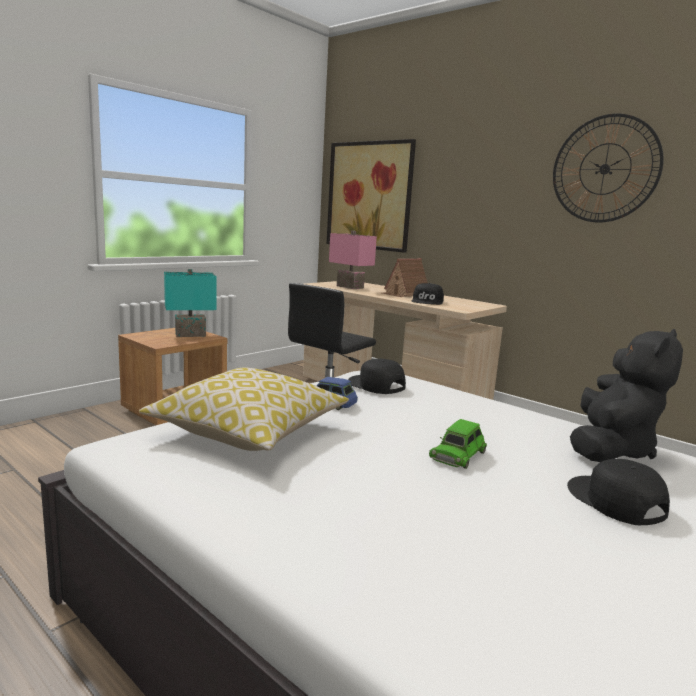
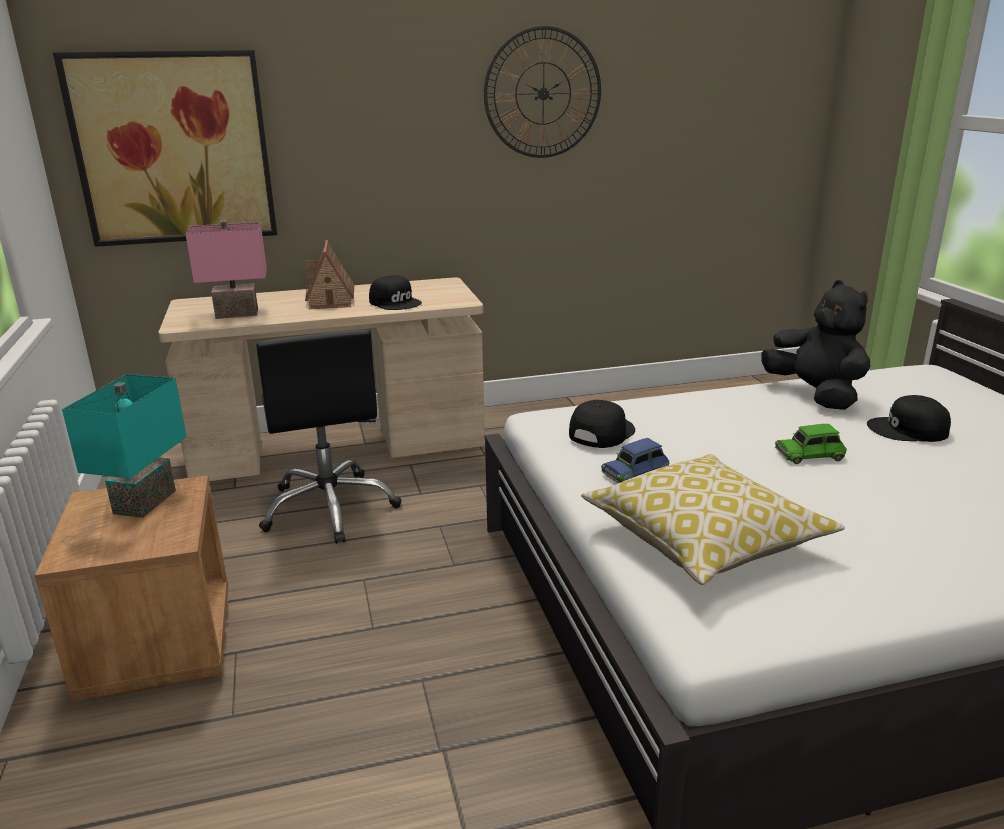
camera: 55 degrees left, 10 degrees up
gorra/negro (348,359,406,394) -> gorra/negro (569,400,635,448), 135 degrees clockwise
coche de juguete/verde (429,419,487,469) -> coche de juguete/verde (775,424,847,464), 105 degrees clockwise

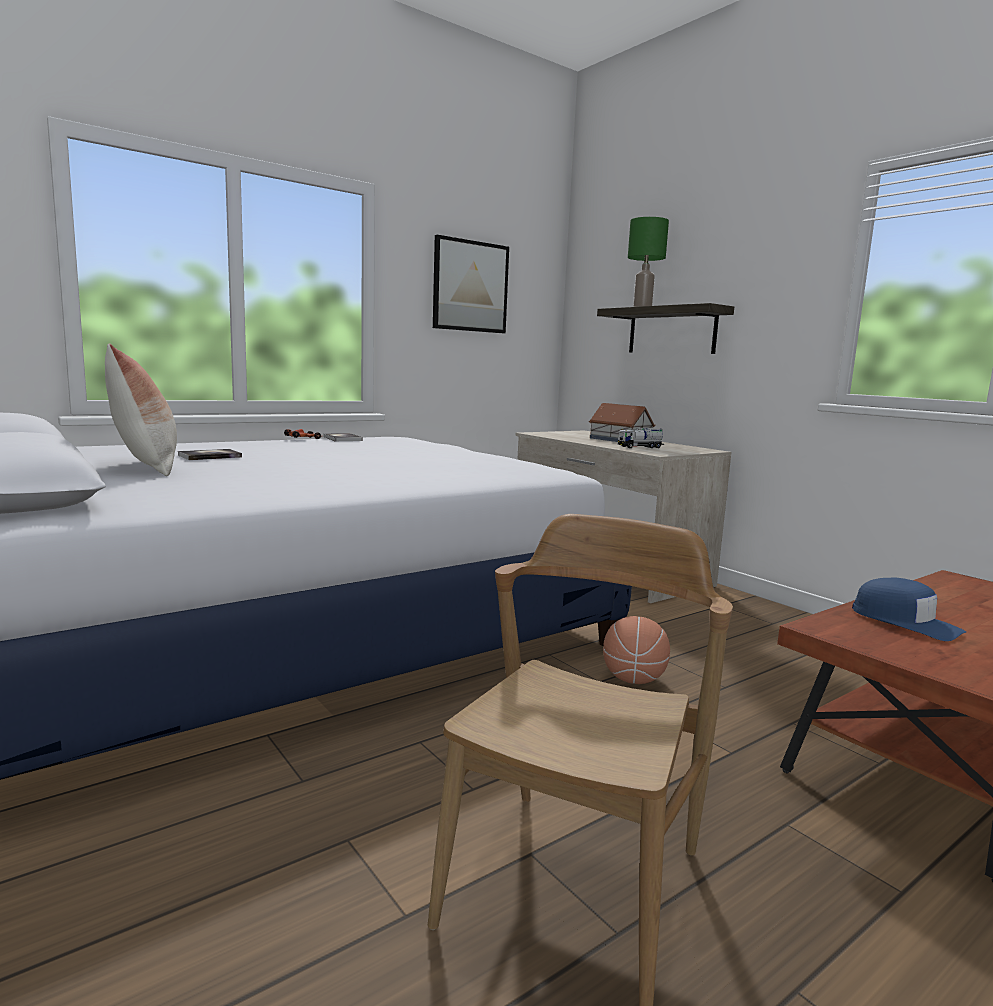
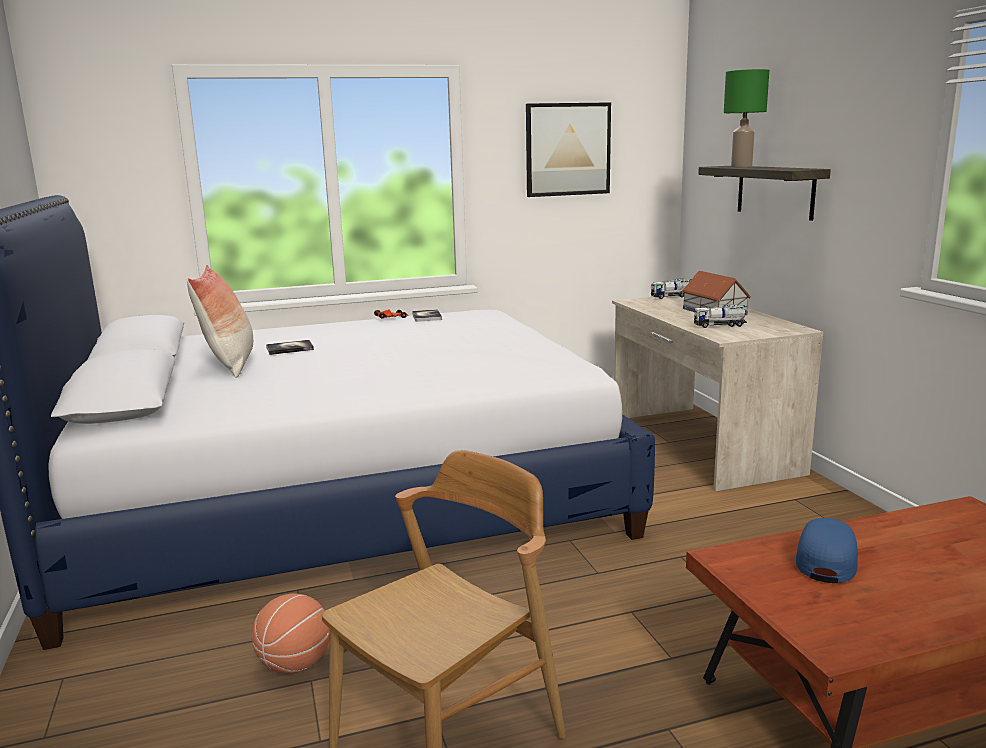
camera: 20 degrees right, 5 degrees up
none -> camión de juguete (651,278,691,299)
balón de baloncesto (603,616,670,684) -> balón de baloncesto (252,593,330,674), moved
gorra/azul (852,578,966,641) -> gorra/azul (796,518,858,583), 135 degrees counterclockwise

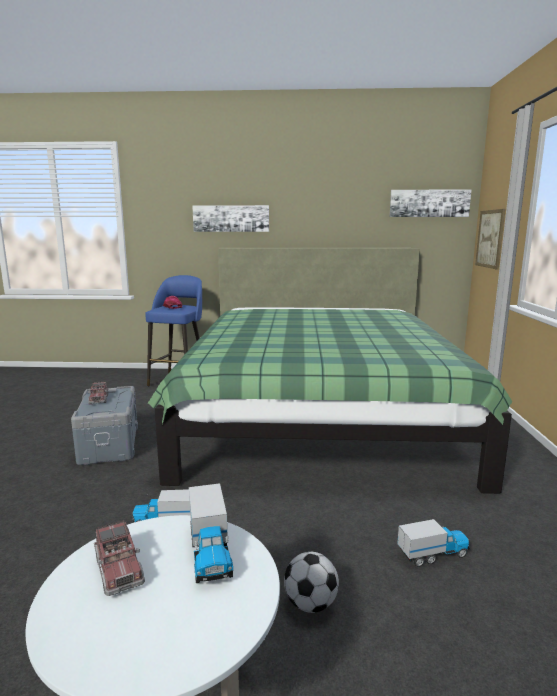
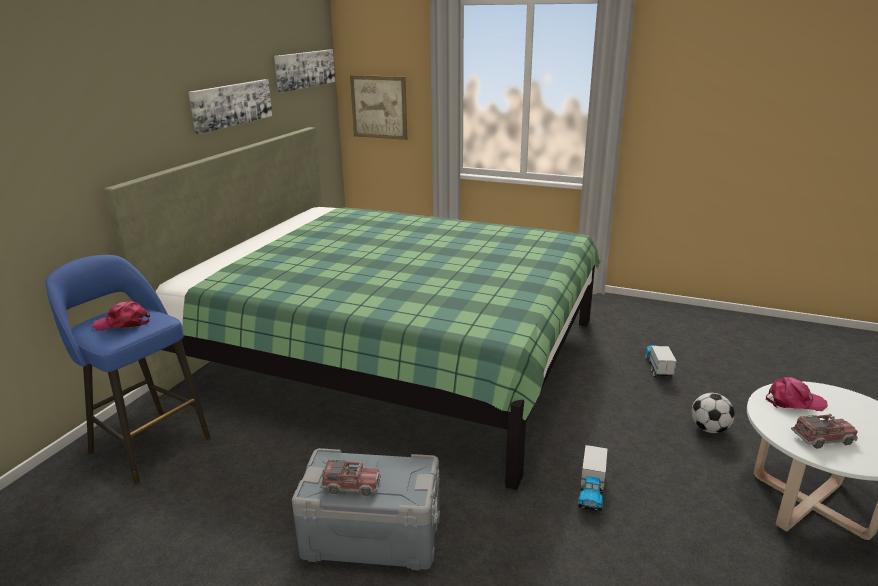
camera: 70 degrees left, 10 degrees up
cuadro (192,205,269,232) -> cuadro (189,79,272,134), moved
camión de juguete (189,483,233,583) -> gorra/rosa (766,377,828,411)

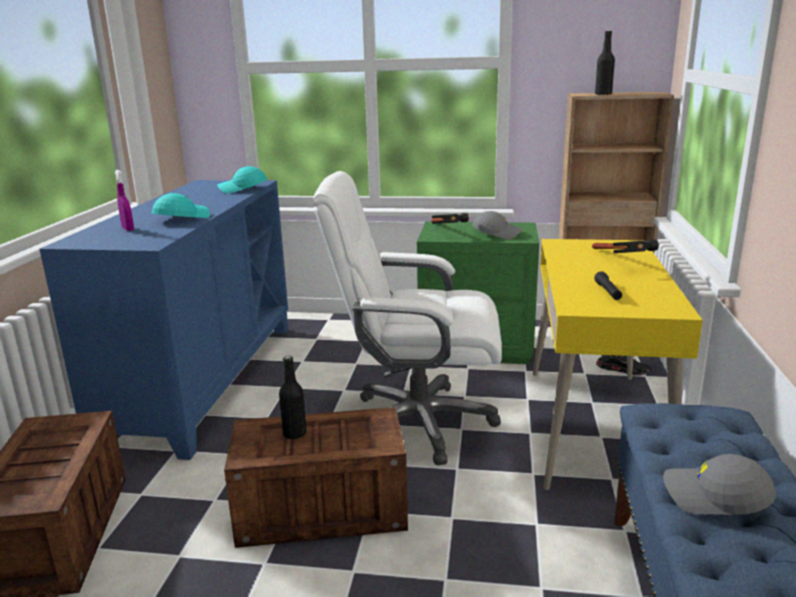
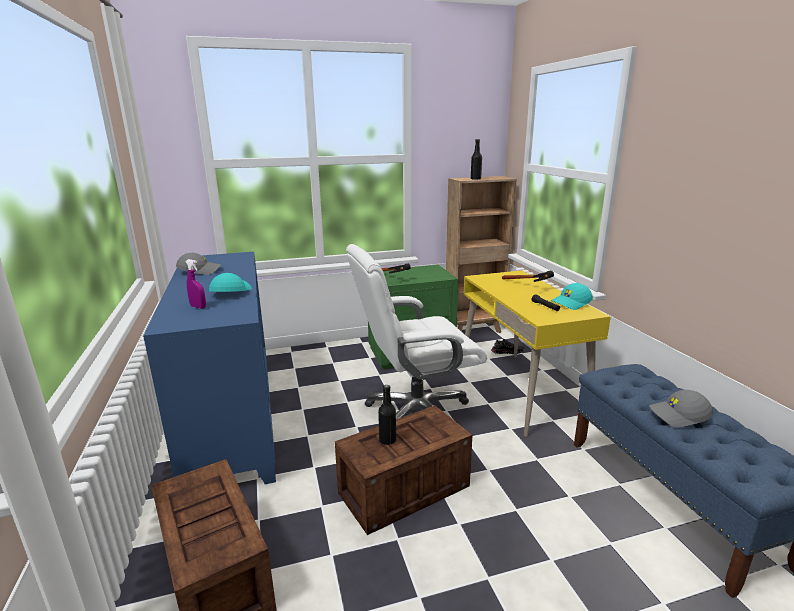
camera: 25 degrees left, 0 degrees up
gorra/turquesa (217,166,267,194) -> gorra/turquesa (551,283,593,310), moved
gorra/gris (472,211,523,239) -> gorra/gris (176,253,221,275), moved

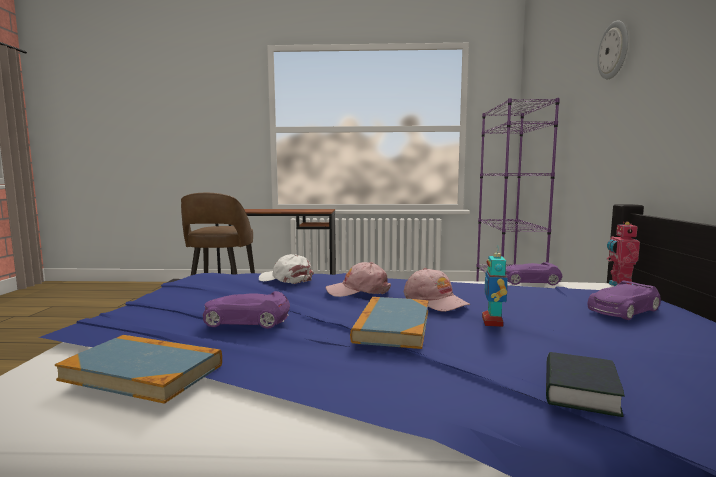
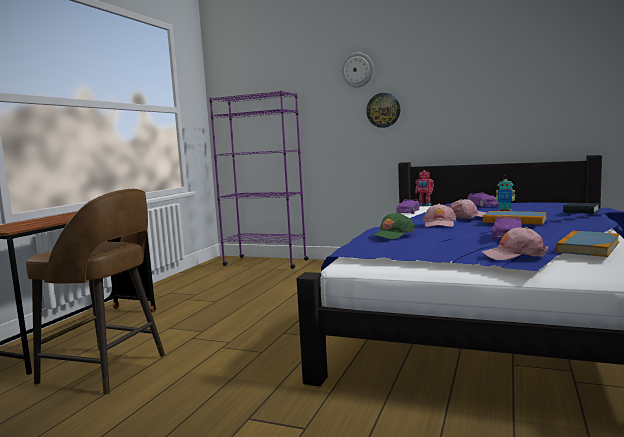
camera: 70 degrees left, 0 degrees up
none -> reloj de pared (366,93,401,128)
none -> gorra/rosa (481,227,548,260)
gorra/blanco (259,254,314,284) -> gorra/verde (372,212,415,239)

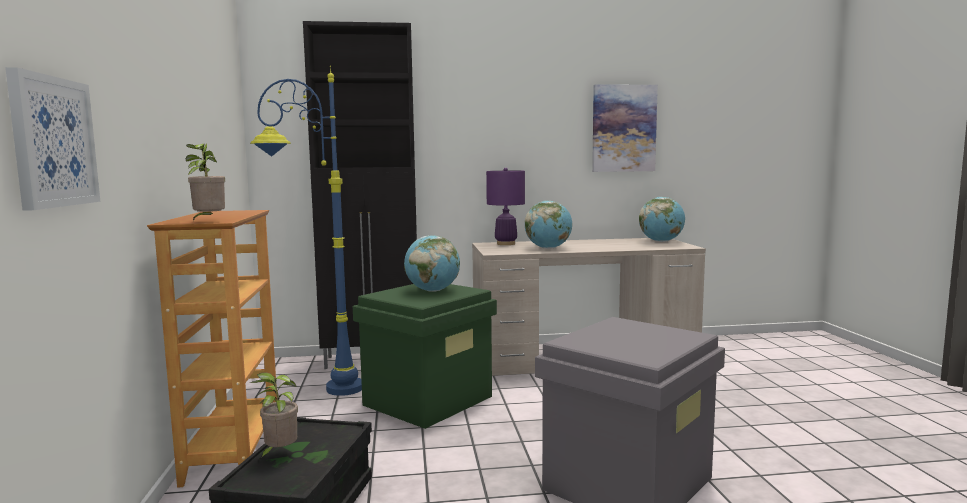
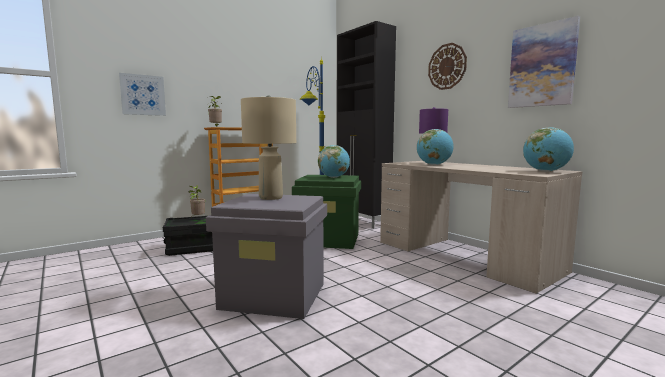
camera: 60 degrees right, 0 degrees up
none -> lámpara de mesa/beis (241,95,296,200)
none -> reloj de pared (428,43,467,90)

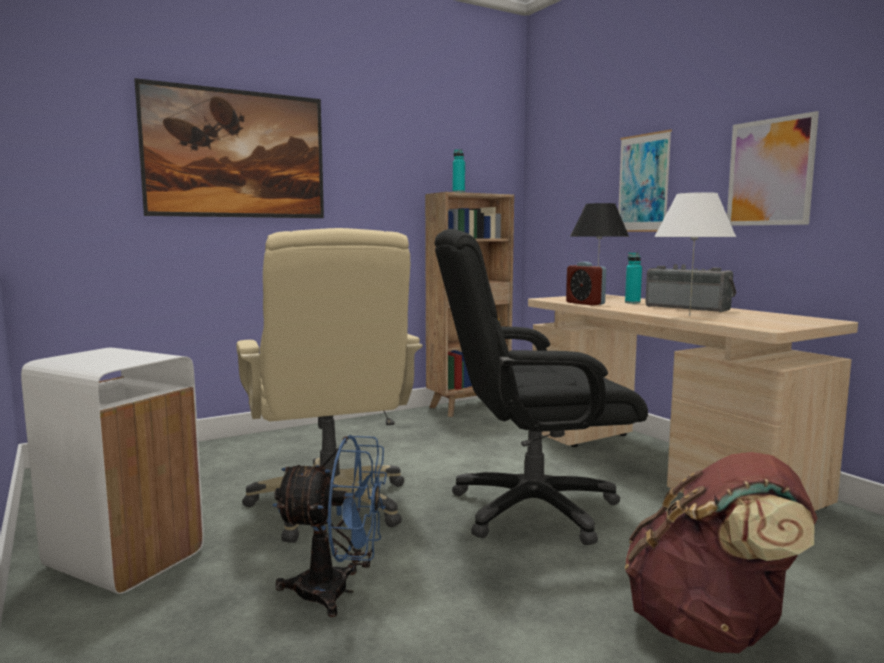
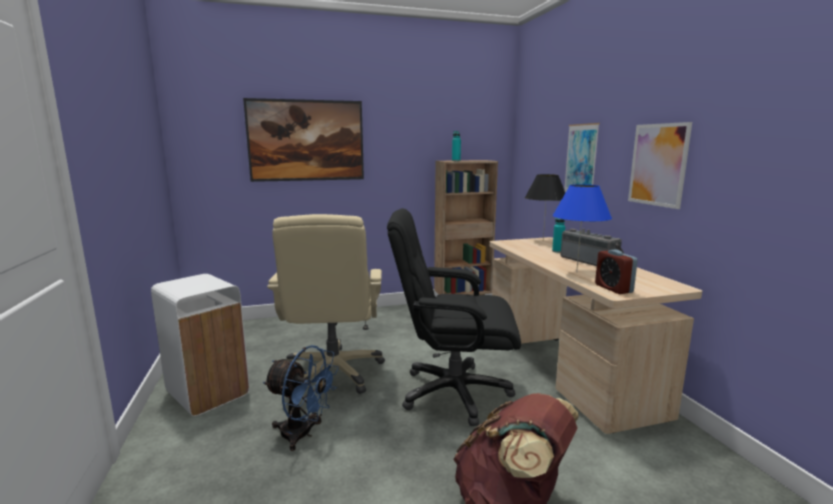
camera: 15 degrees right, 5 degrees up
despertador (566,262,606,305) -> despertador (595,250,638,294), moved
lámpara de mesa/blanco (654,192,736,316) -> lámpara de mesa/azul (553,184,612,273)

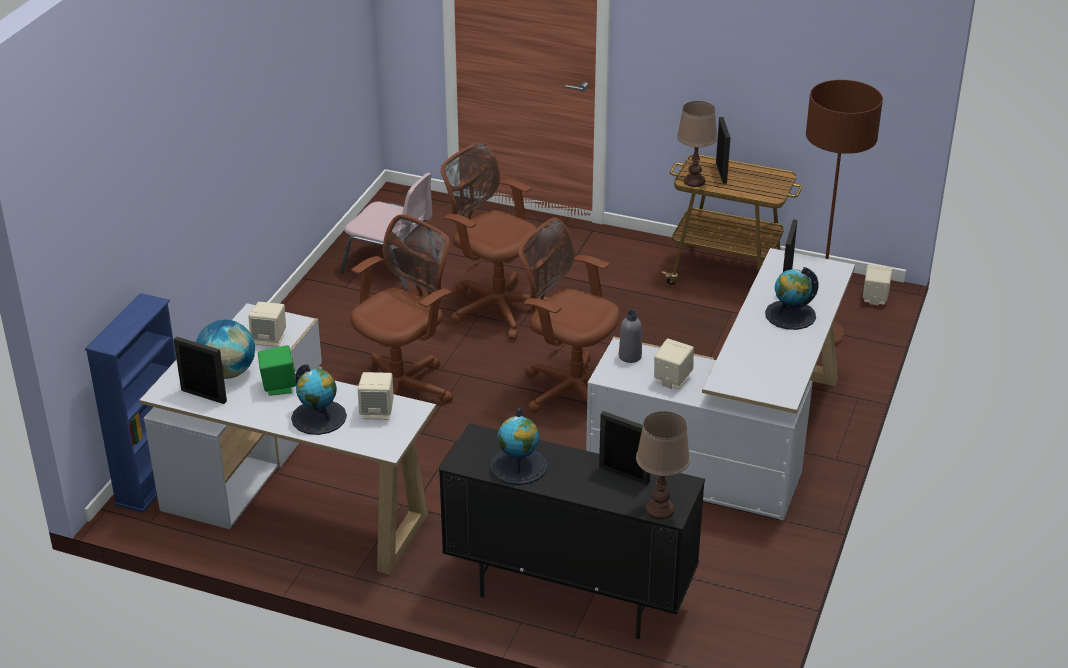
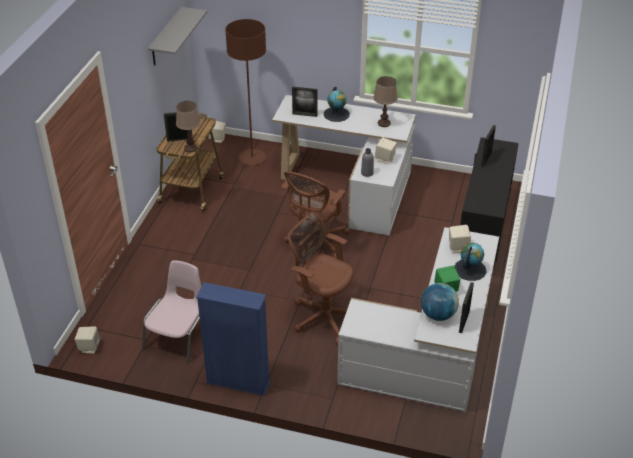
camera: 95 degrees left, 5 degrees up
silla de oficina/marrón (441,141,550,340) -> none
globo terráqueo (490,408,548,485) -> none
none -> estante/gris (148,7,207,66)
estantería/azul (85,293,176,513) -> estantería/azul (196,282,271,396), moved
altavoz/beis (248,302,286,347) -> altavoz/beis (75,327,100,354), moved
lámpara de mesa/marrón (636,411,690,520) -> lámpara de mesa/marrón (374,76,398,127), moved

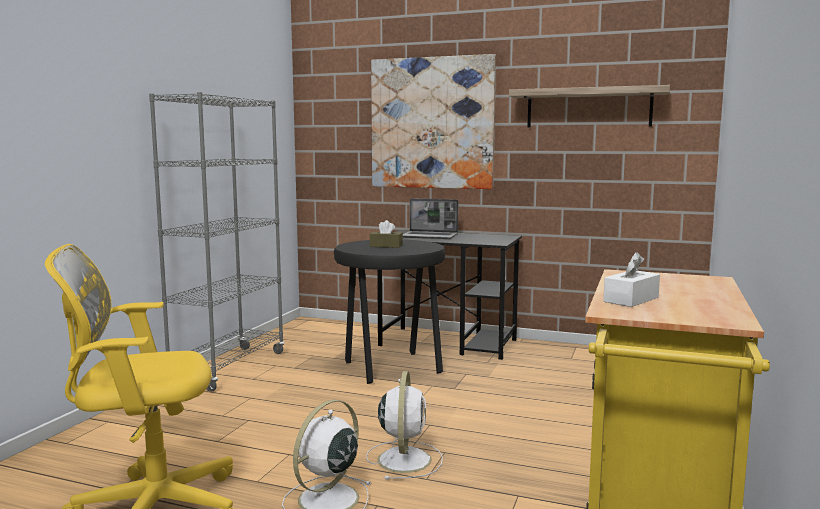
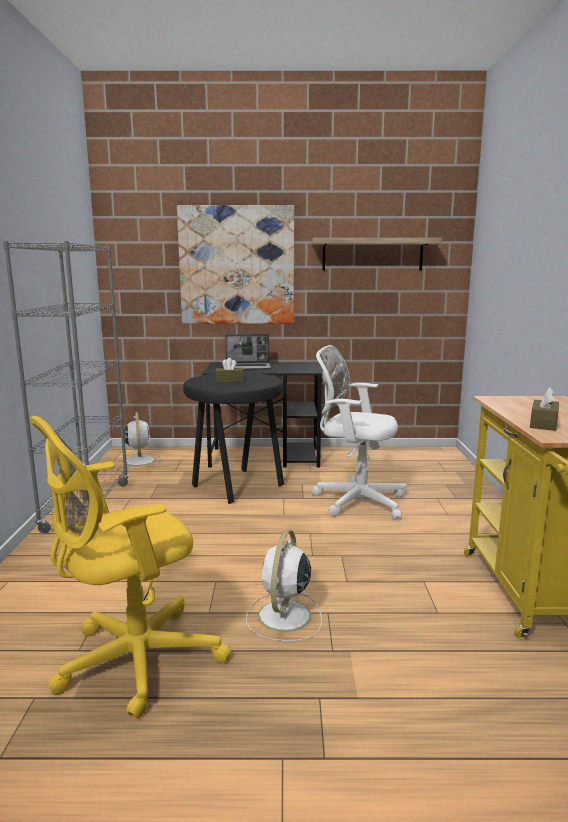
camera: 20 degrees left, 5 degrees up
none -> silla de oficina/blanco (311,345,407,520)
ventilador/blanco (366,371,443,480) -> ventilador/blanco (117,412,161,469), moved
caja de pañuelos/blanco (603,252,660,307) -> caja de pañuelos/marrón (530,388,559,431)

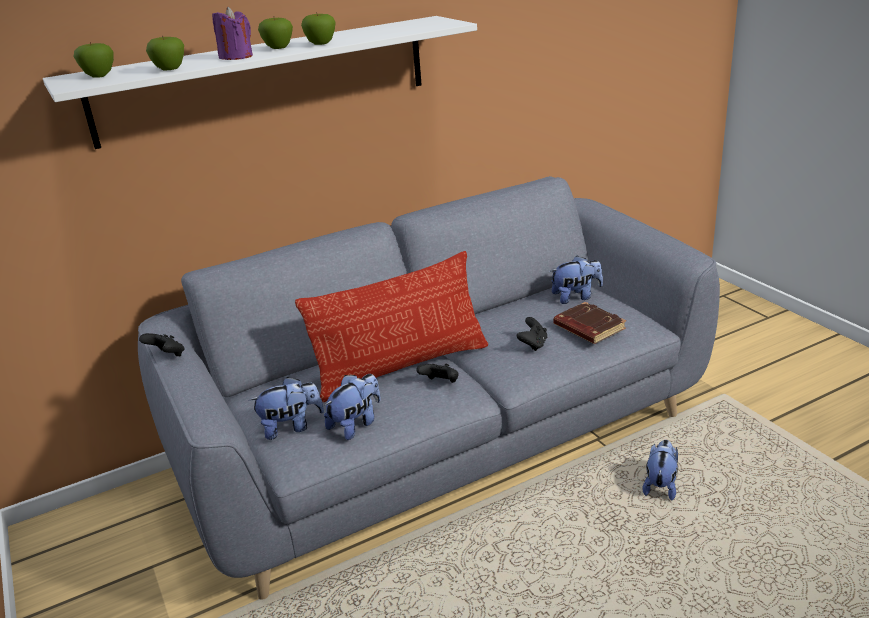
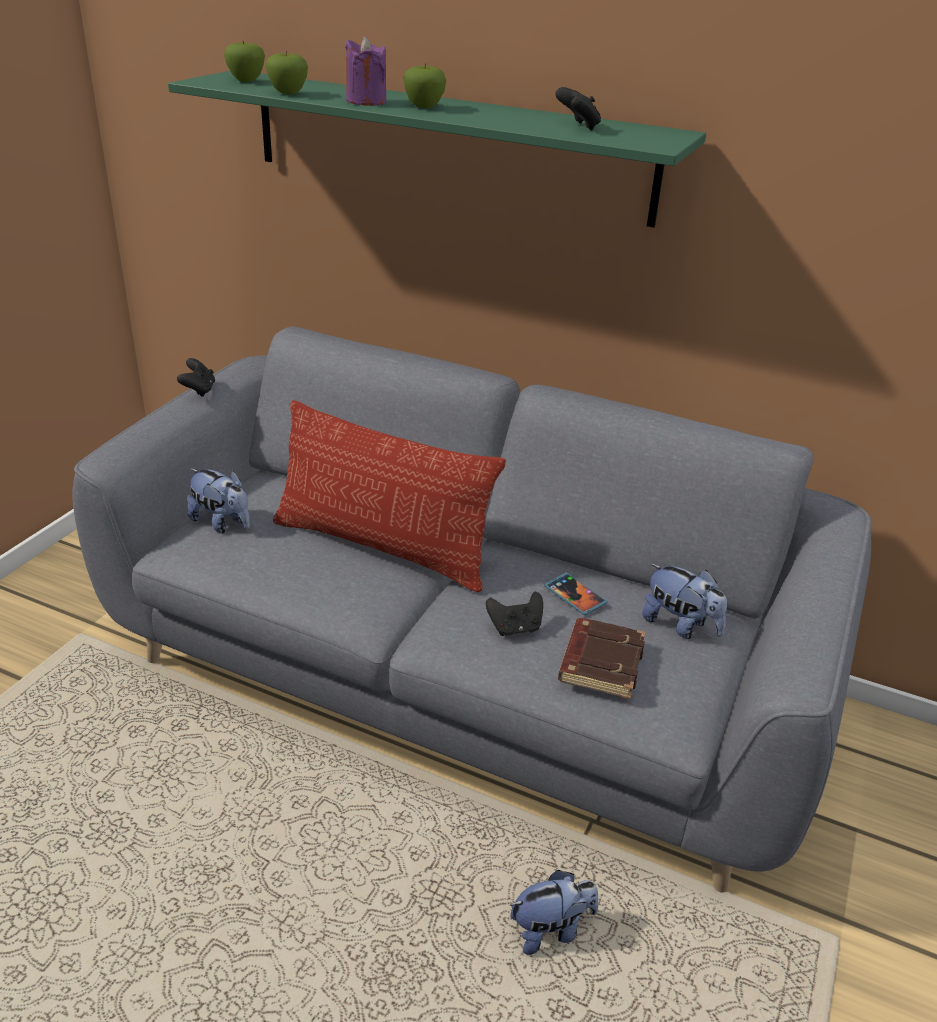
camera: 50 degrees right, 5 degrees up
manzana (301,12,336,45) -> none
peluche (324,374,381,440) -> none
none -> móvil (544,573,607,616)
mando de consola/negro (416,364,459,383) -> mando de consola/negro (555,87,601,130), moved
estante/blanco (43,16,477,149) -> estante/verde (168,71,706,228)

